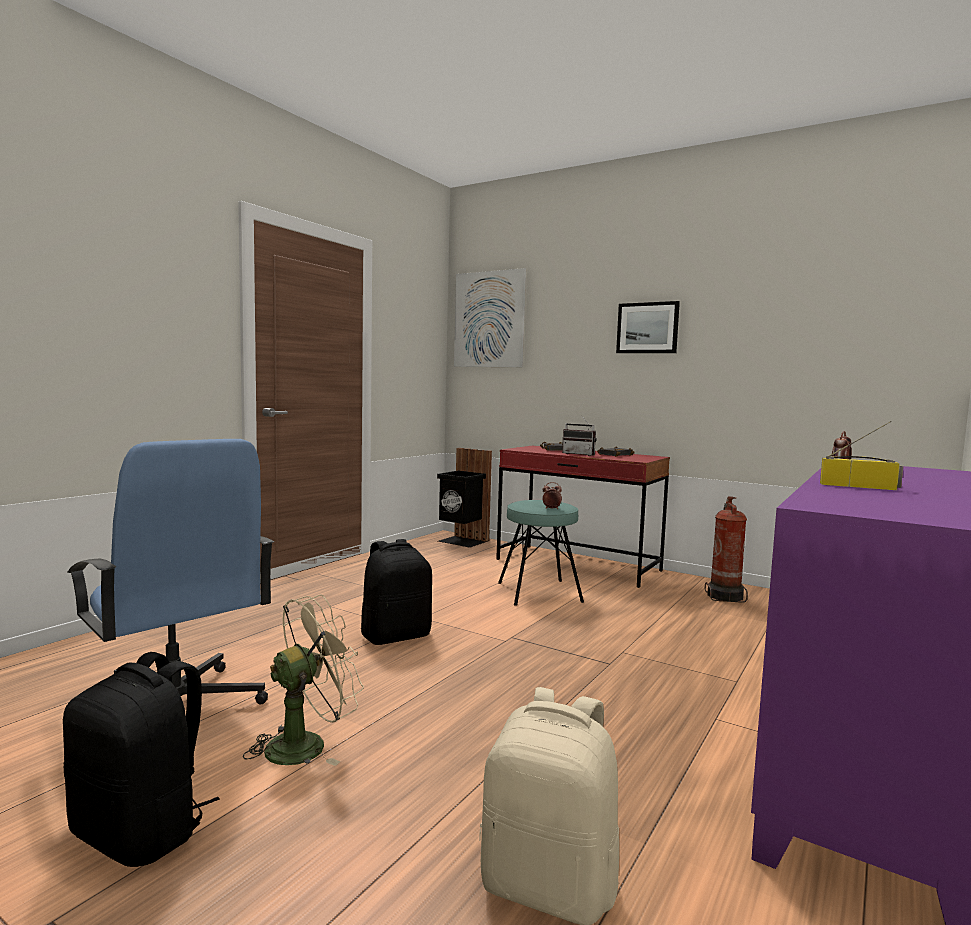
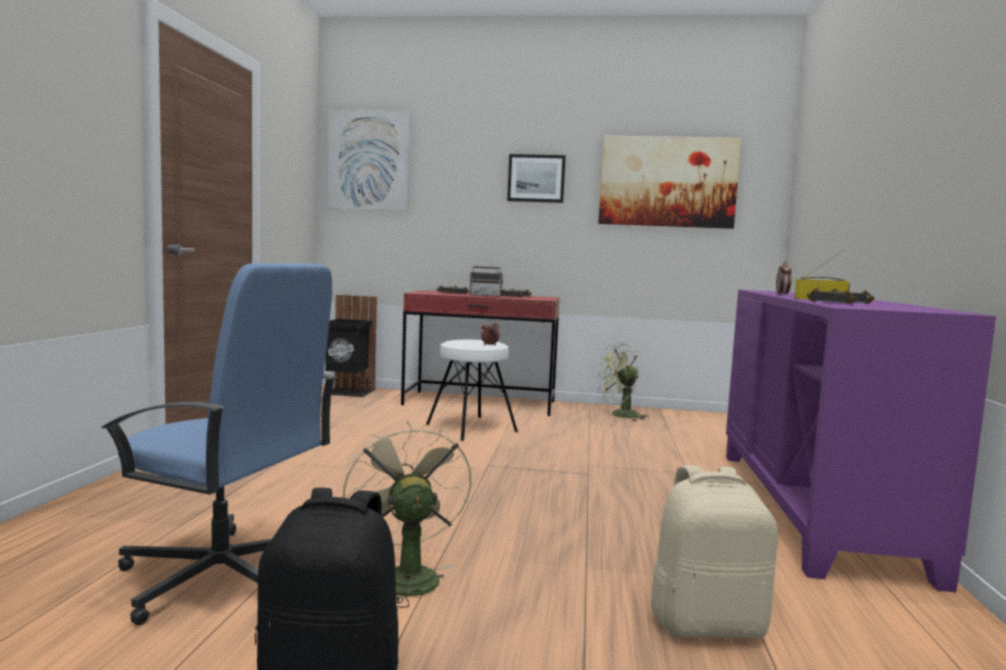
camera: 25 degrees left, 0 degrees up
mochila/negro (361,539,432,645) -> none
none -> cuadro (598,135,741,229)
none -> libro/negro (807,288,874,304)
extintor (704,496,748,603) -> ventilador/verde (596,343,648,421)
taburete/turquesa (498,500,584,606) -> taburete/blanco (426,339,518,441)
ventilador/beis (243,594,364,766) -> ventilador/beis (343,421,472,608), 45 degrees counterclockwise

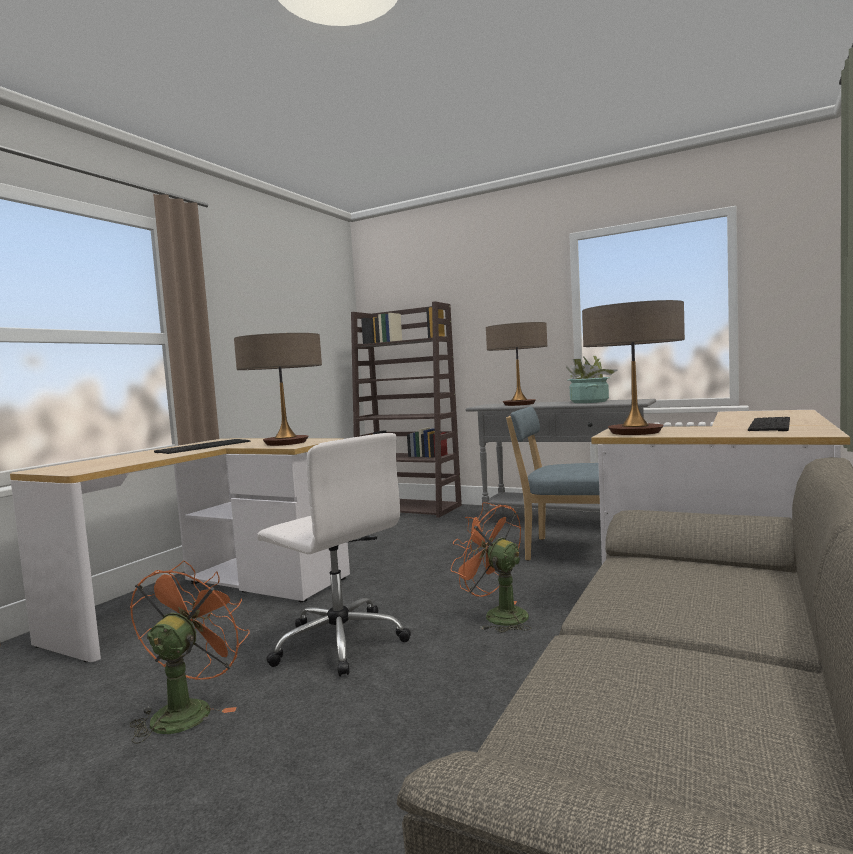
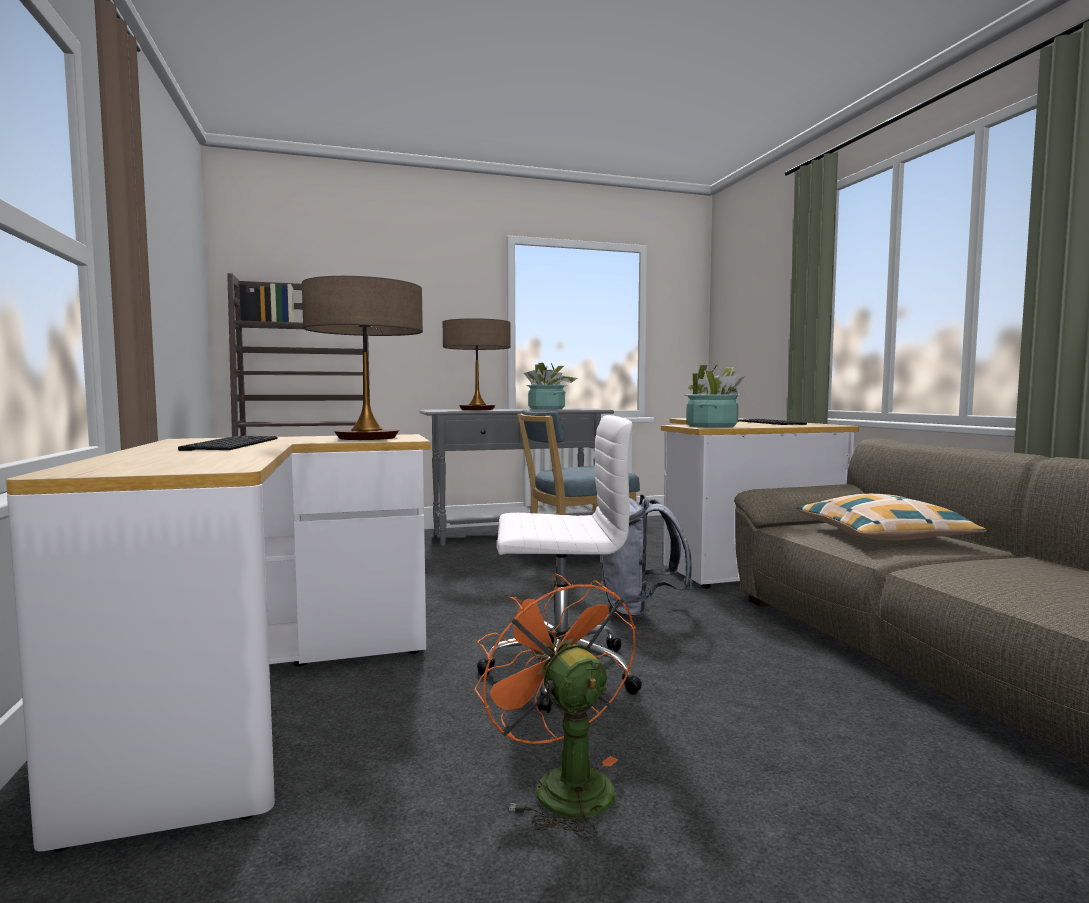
camera: 45 degrees left, 0 degrees up
none -> cojín (796,494,986,540)
ventilador/naranja (451,502,531,633) -> mochila/gris (601,495,693,619)
lámpara de mesa (582,300,685,435) -> planta en maceta (684,364,745,428)

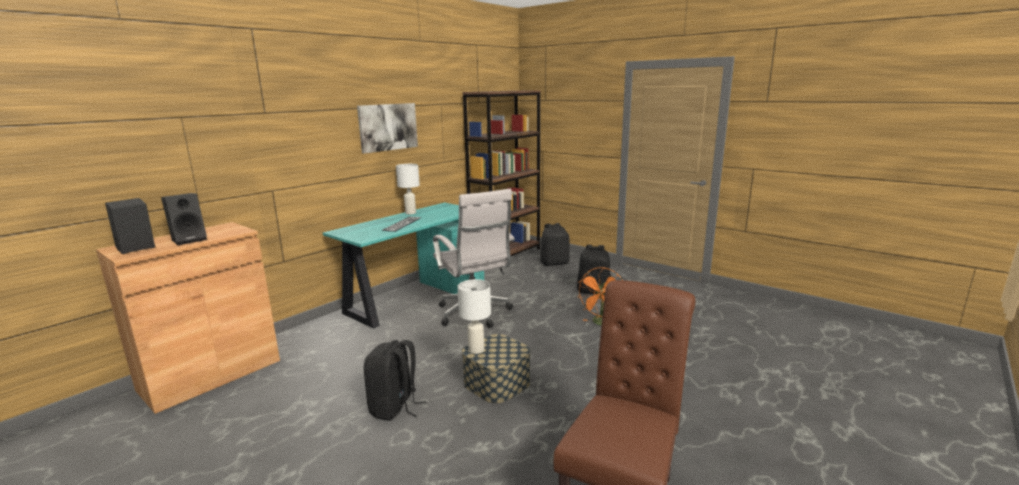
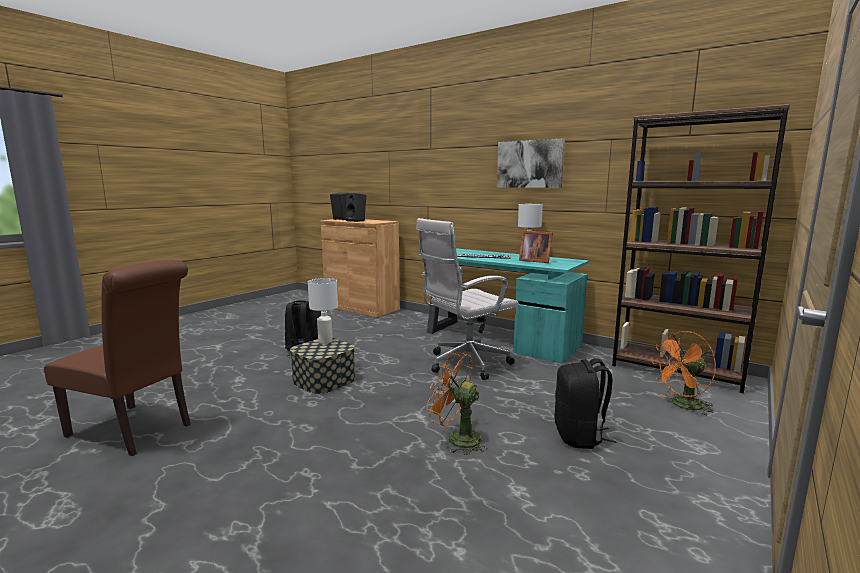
camera: 85 degrees right, 5 degrees down
none -> portarretratos (519,231,553,263)
mochila/negro (540,223,570,266) -> ventilador/naranja (652,331,716,415)

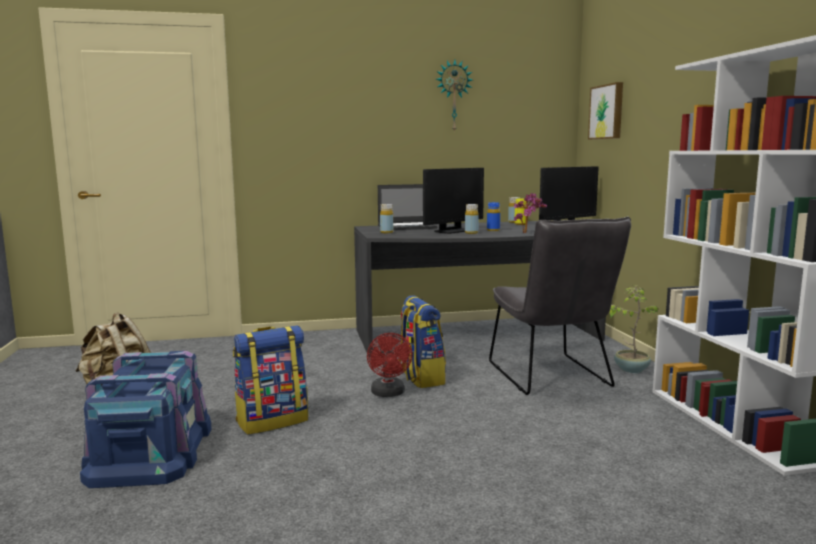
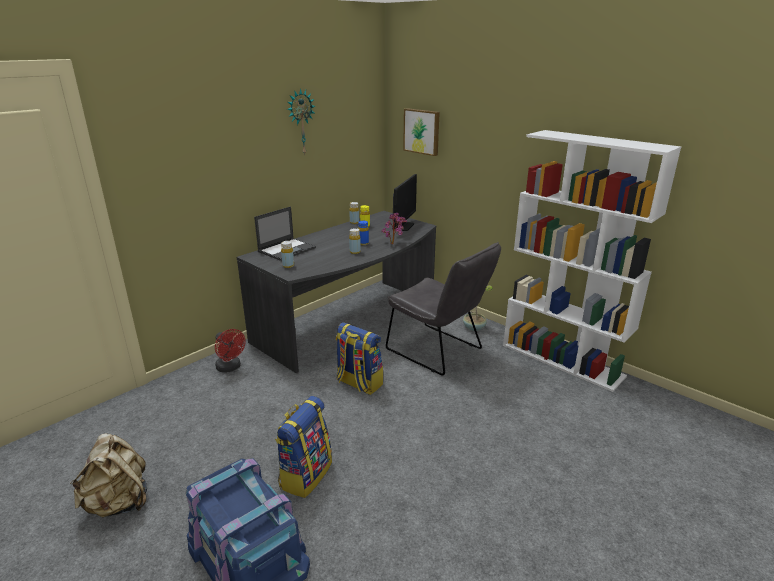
camera: 35 degrees left, 15 degrees up
monitor (423,168,484,234) -> none
ventilador/rojo (367,333,413,397) -> ventilador/rojo (215,329,246,373), moved

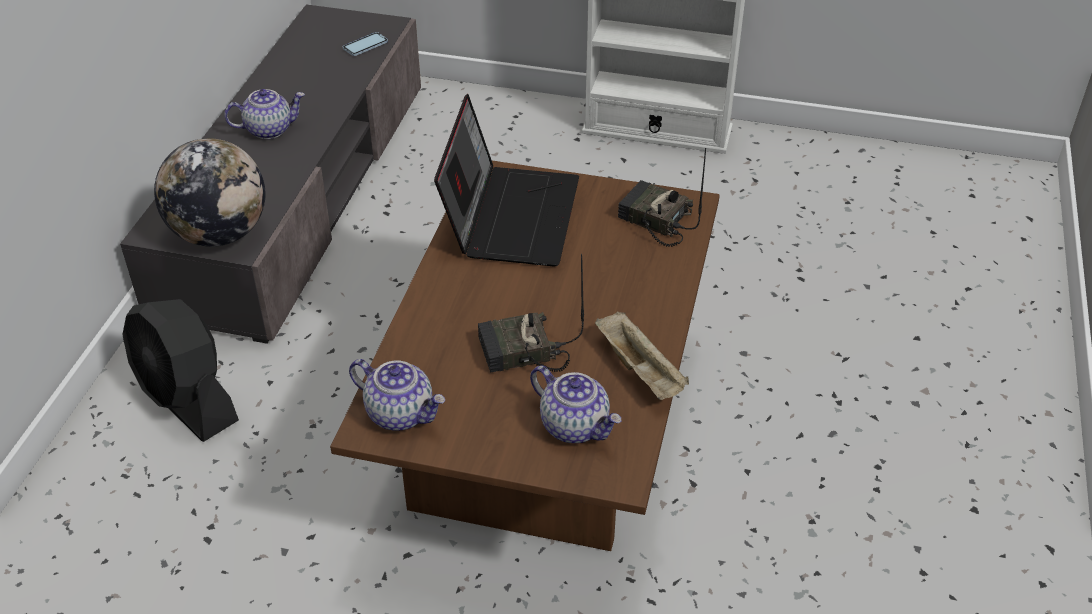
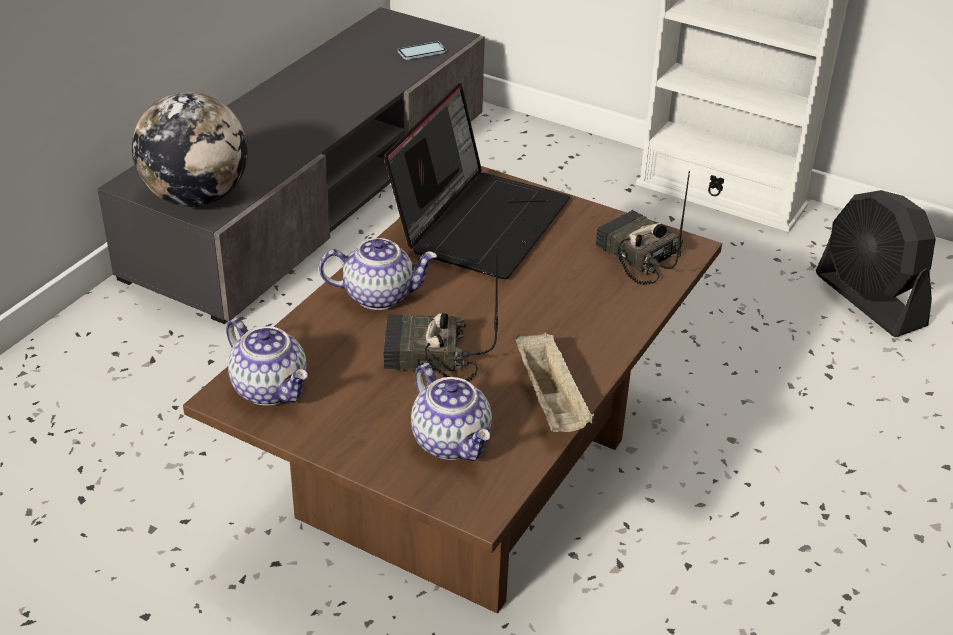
camera: 15 degrees right, 5 degrees down
ventilador/negro (122,299,239,442) -> ventilador/negro (816,190,936,337), moved
tetera (224,89,305,139) -> tetera (319,238,437,310), moved

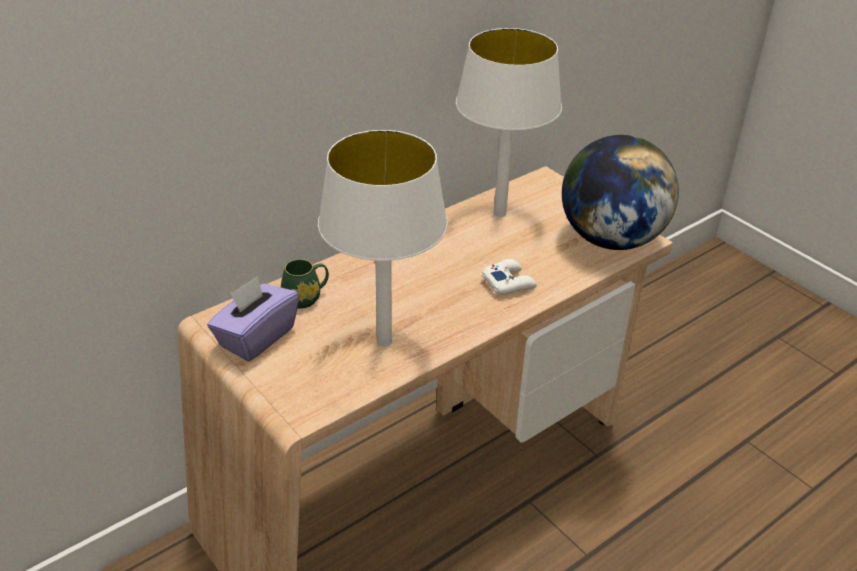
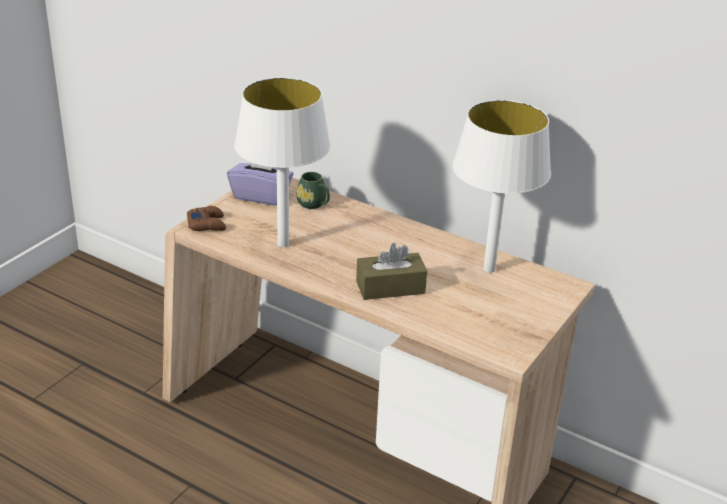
camera: 70 degrees right, 5 degrees down
globo terráqueo (562,135,679,250) -> none
none -> mando de consola/marrón (187,206,226,231)
mando de consola/blanco (482,259,537,295) -> caja de pañuelos/marrón (356,243,427,300)

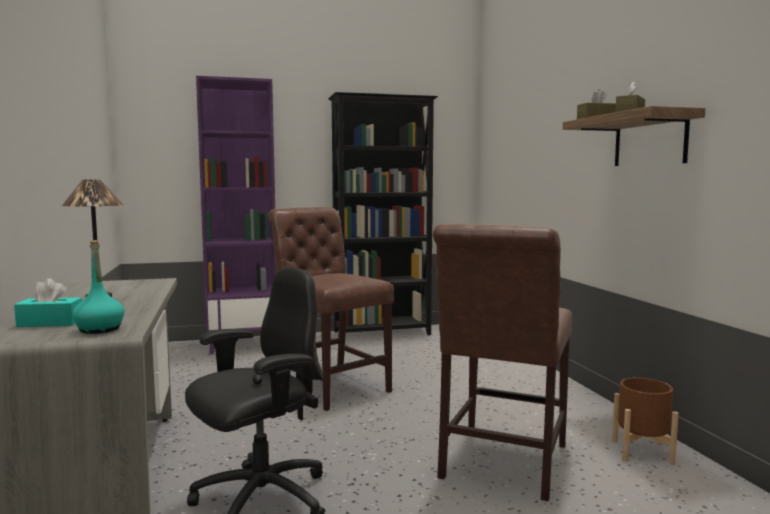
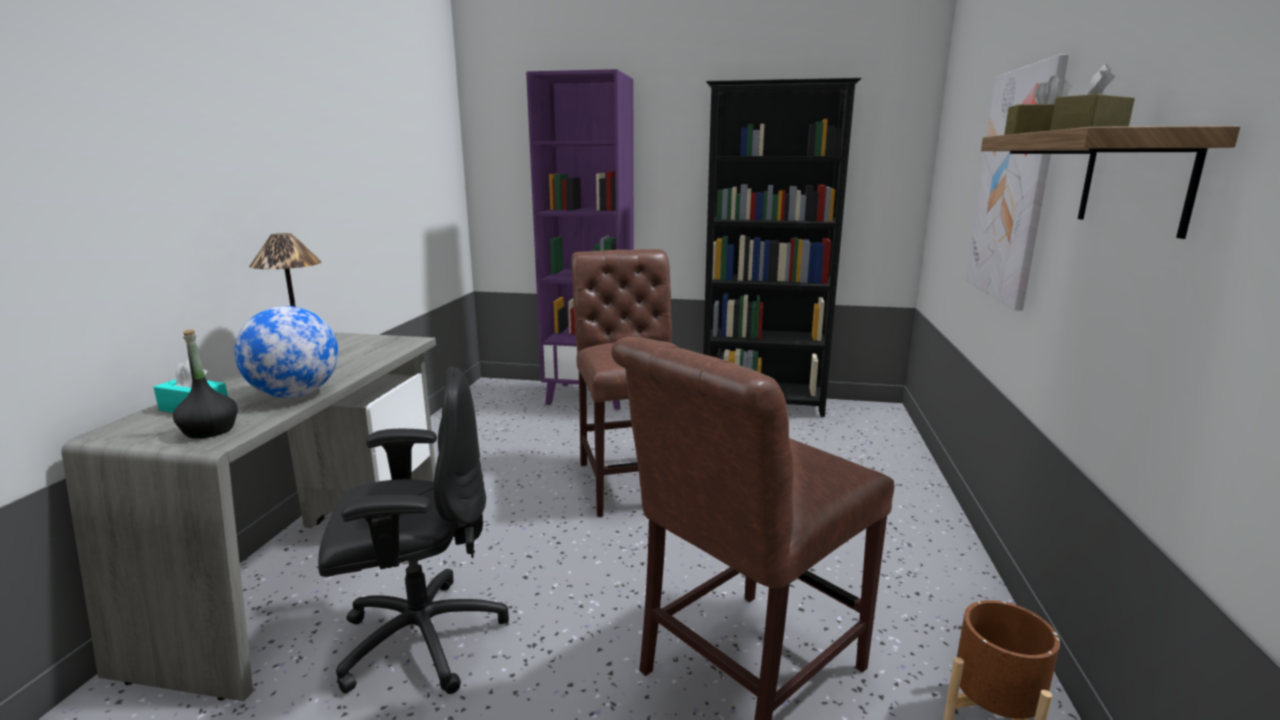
camera: 25 degrees right, 10 degrees up
none -> globo terráqueo (235,306,338,398)
none -> cuadro (965,54,1069,311)
botella/turquesa (72,240,125,334) -> botella/negro (173,329,238,439)

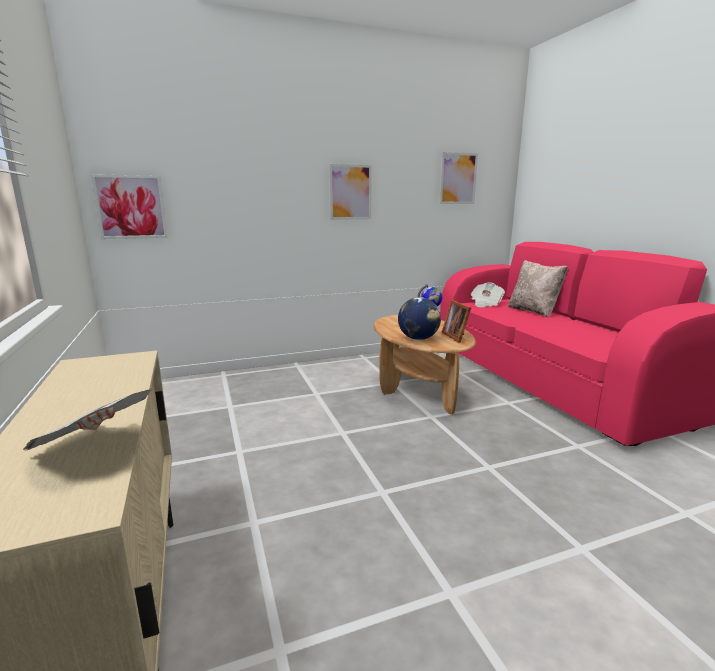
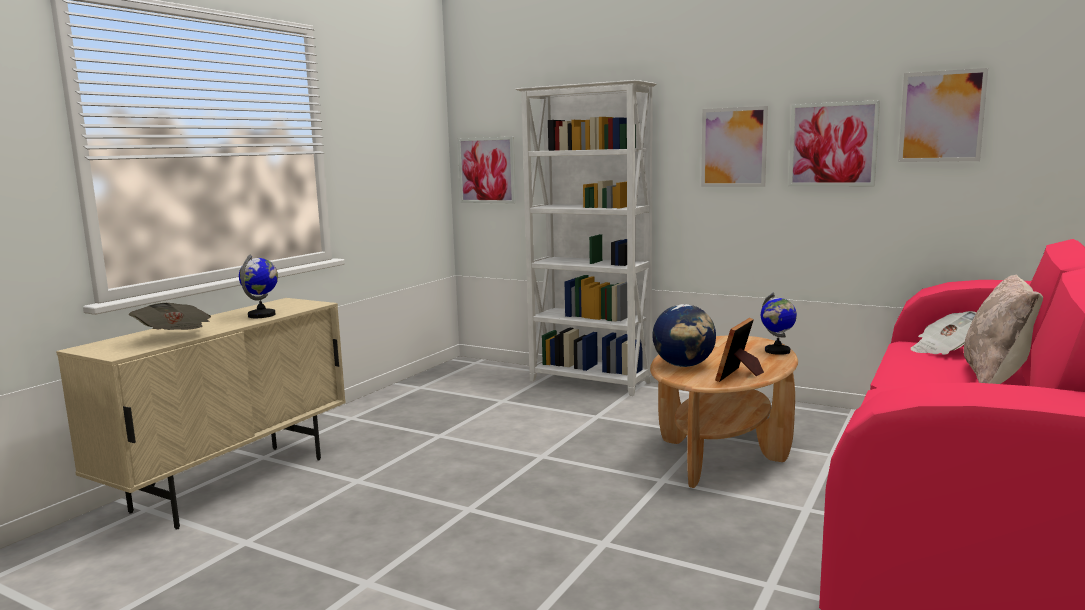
camera: 50 degrees right, 5 degrees down
none -> globo terráqueo (239,254,278,318)
none -> estantería/blanco (515,80,657,396)
none -> cuadro (788,100,880,186)

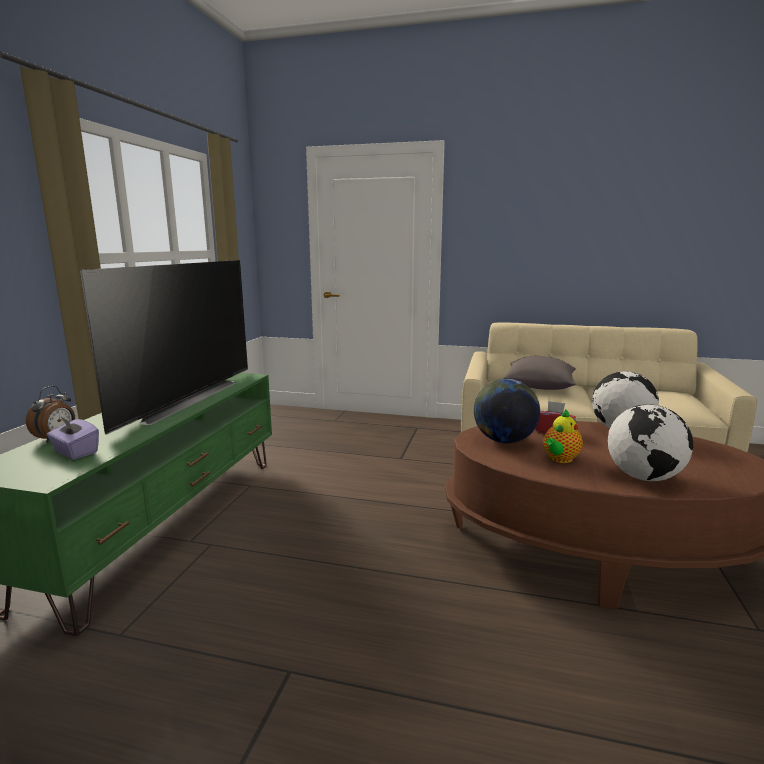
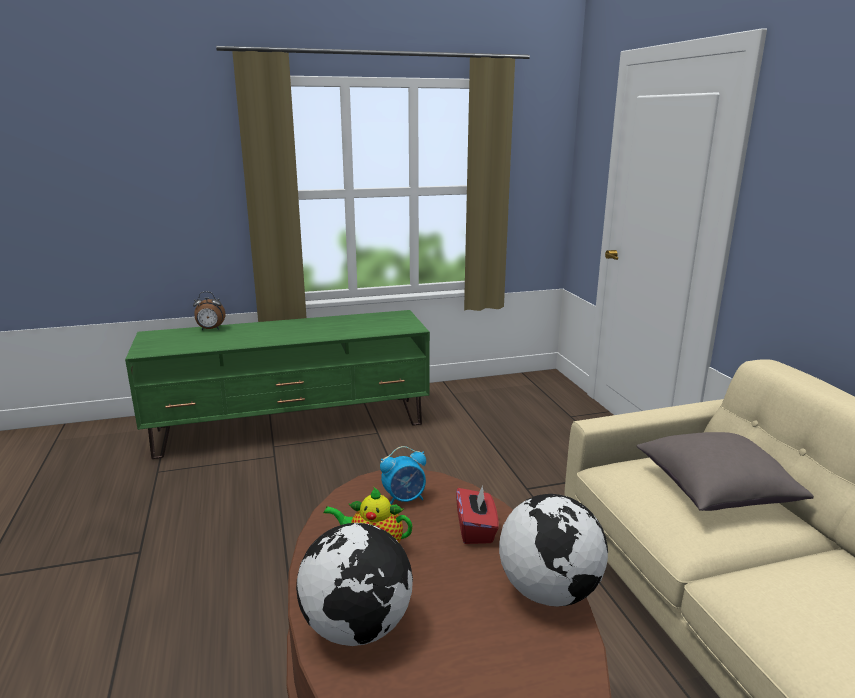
camera: 60 degrees right, 5 degrees up
caja de pañuelos/morado (47,417,99,460) -> none
televisor (80,260,248,434) -> none
globo terráqueo (474,379,540,443) -> despertador (380,446,426,505)

